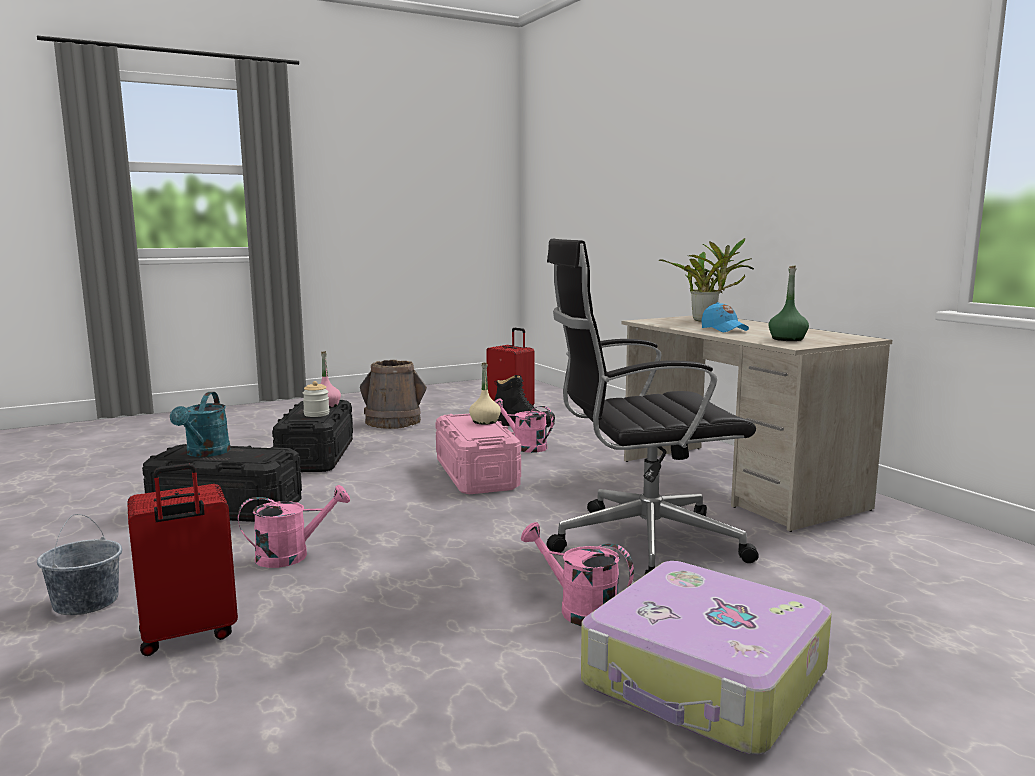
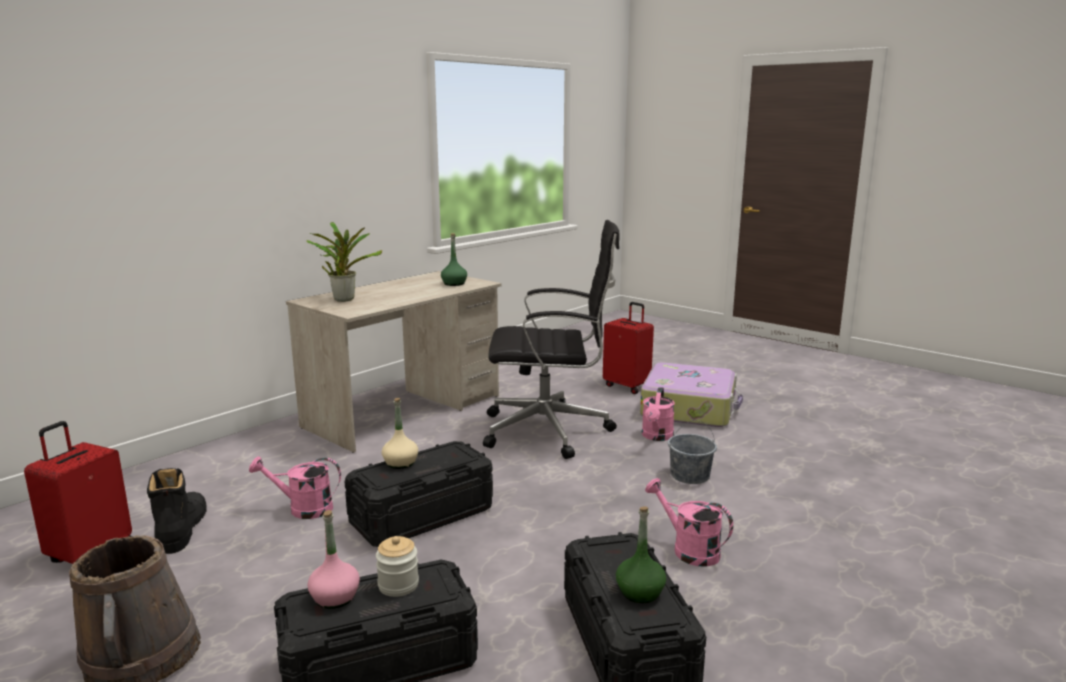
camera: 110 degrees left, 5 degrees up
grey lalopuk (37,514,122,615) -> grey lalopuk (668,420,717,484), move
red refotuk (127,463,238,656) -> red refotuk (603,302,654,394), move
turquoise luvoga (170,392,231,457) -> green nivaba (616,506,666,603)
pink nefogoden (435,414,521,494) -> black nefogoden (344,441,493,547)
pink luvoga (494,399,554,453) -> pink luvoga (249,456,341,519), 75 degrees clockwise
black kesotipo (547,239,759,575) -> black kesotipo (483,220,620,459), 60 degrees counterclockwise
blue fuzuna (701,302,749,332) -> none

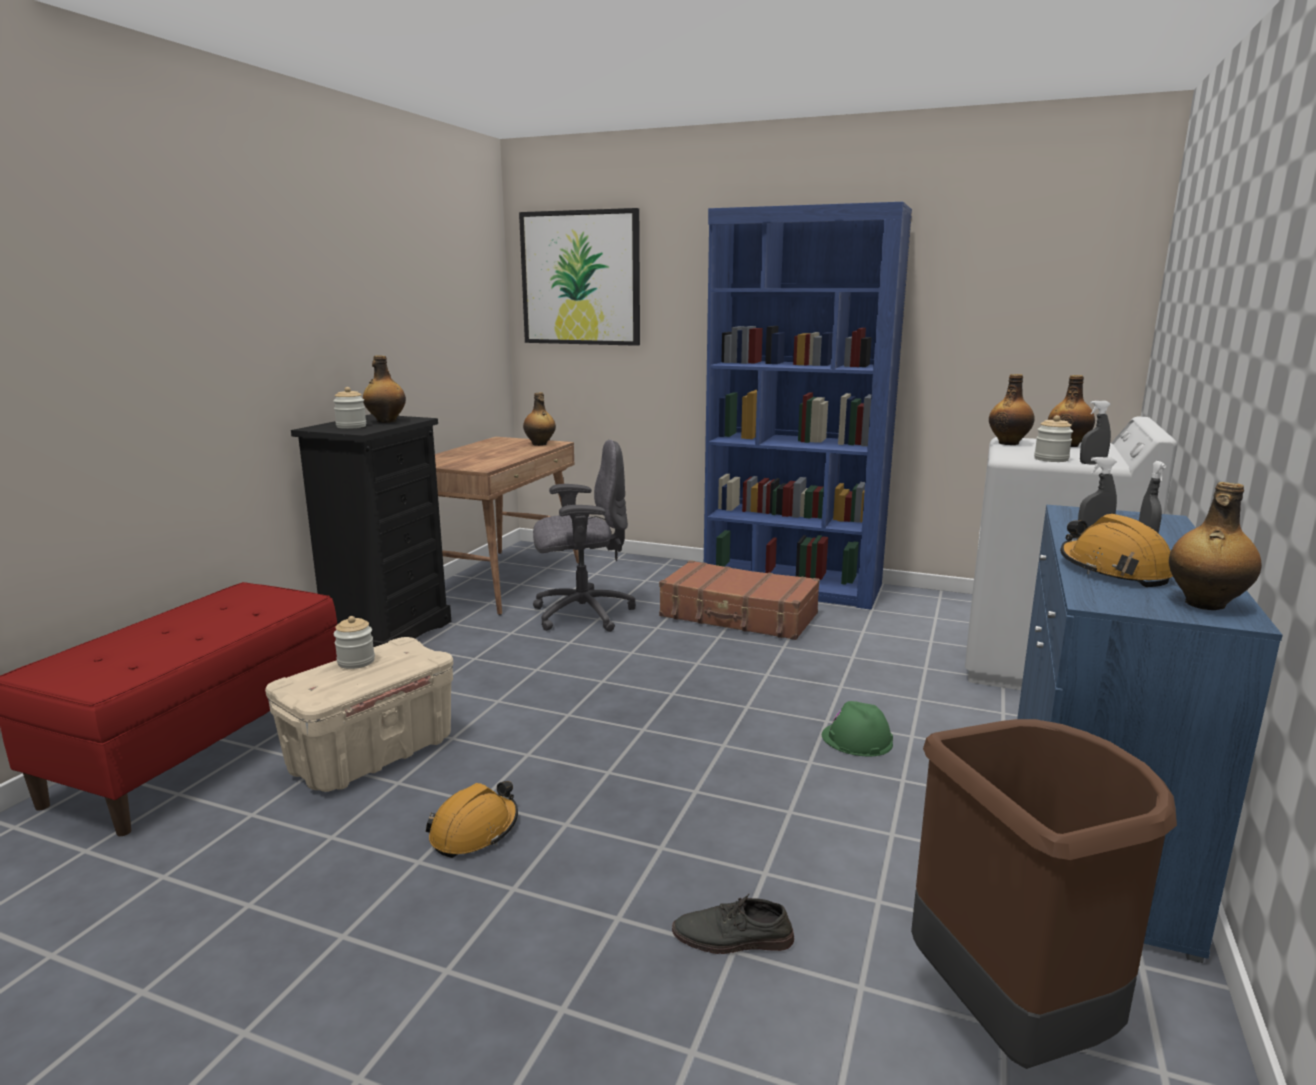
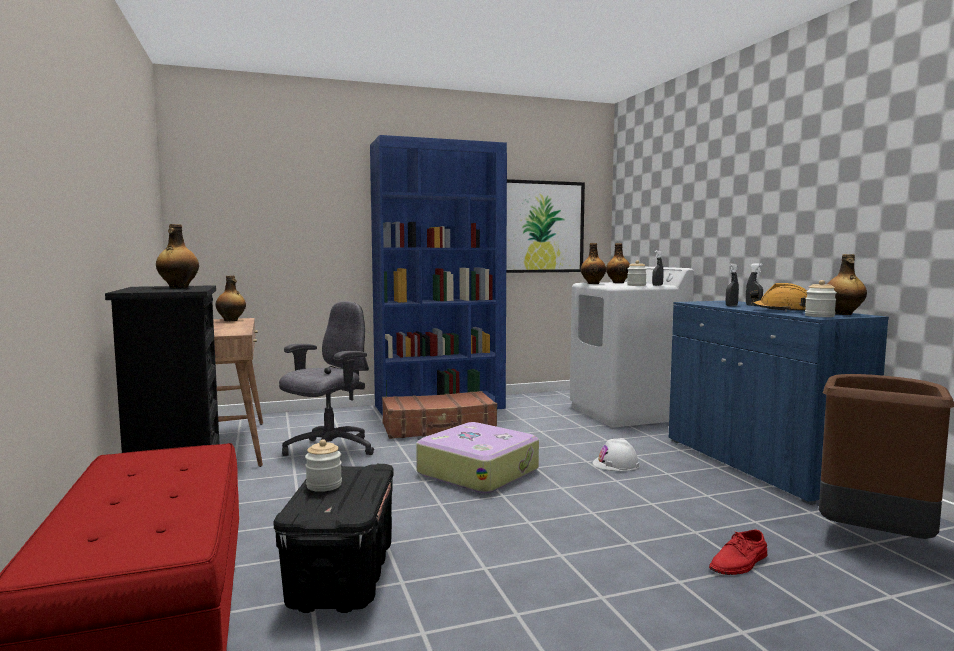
camera: 40 degrees left, 10 degrees down
beige nefogoden (265,637,453,792) -> black nefogoden (274,464,394,613)
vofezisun (333,387,366,429) -> vofezisun (805,280,837,317), move
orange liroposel (426,781,518,858) -> none
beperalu (519,208,640,346) -> beperalu (506,179,585,273), move
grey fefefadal (672,894,794,954) -> red fefefadal (709,529,767,575)
green liroposel (822,701,893,756) -> white liroposel (592,438,640,471)
none -> refotuk (416,422,539,494)

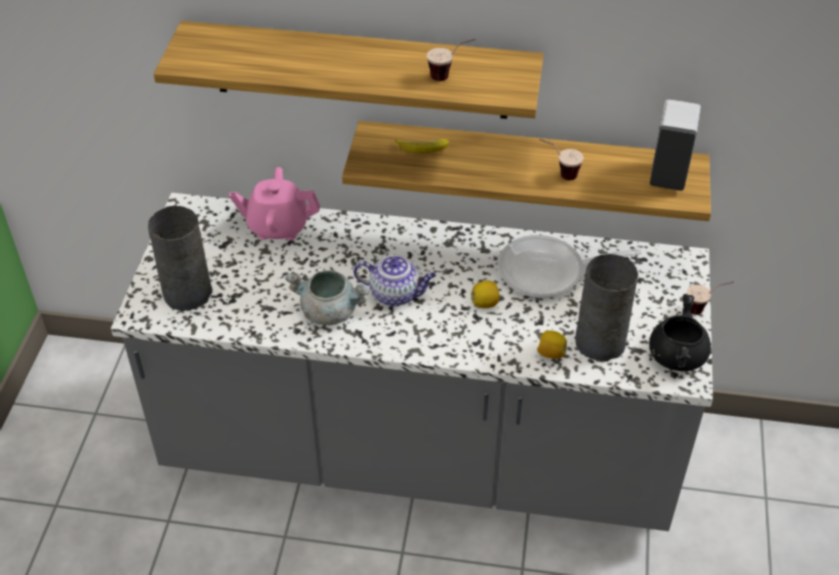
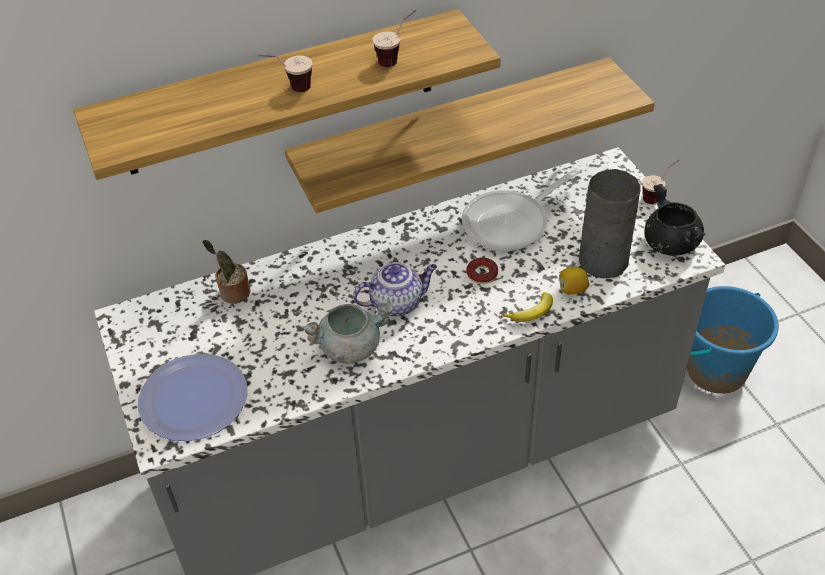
camera: 30 degrees left, 0 degrees up
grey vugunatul (148,206,212,311) -> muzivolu (138,354,248,441)
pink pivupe (229,167,320,240) -> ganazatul (202,240,250,304)
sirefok (395,139,449,153) -> sirefok (501,292,553,322), move
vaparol (471,281,500,308) -> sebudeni (466,258,498,284)
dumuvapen (540,139,584,180) -> dumuvapen (258,55,313,92), move
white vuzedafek (650,100,701,191) -> none
none -> blue lalopuk (687,286,779,394)

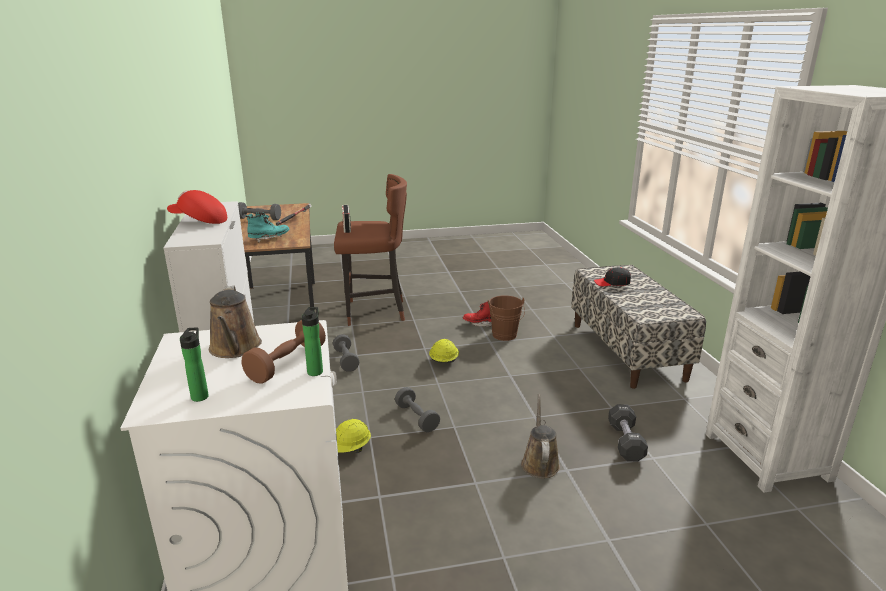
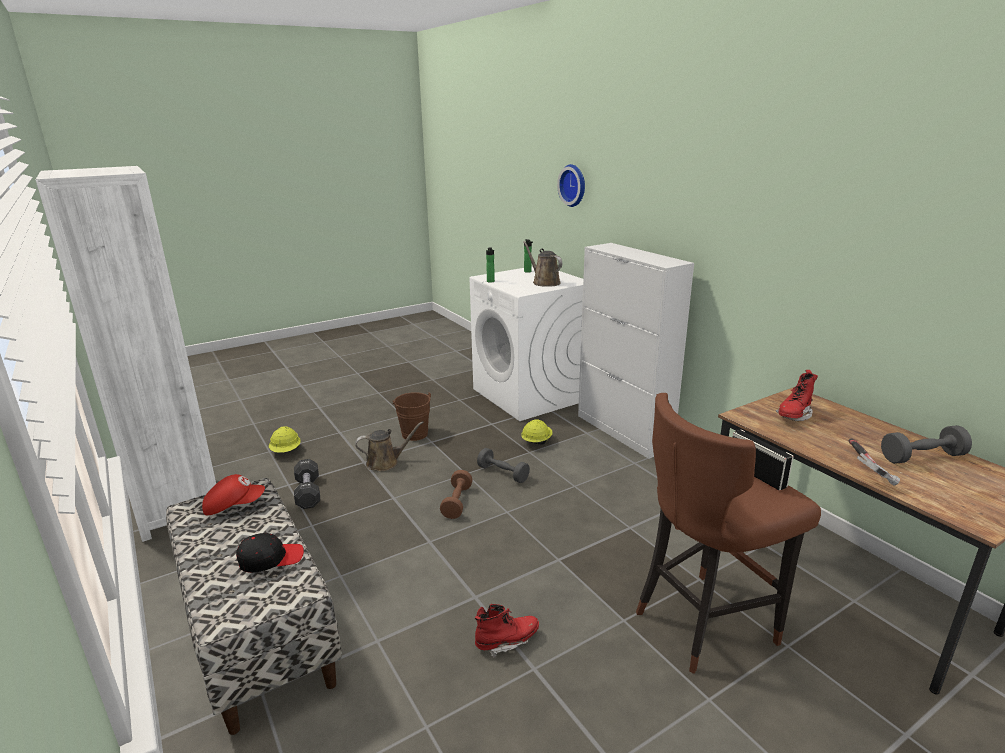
camera: 160 degrees right, 0 degrees up
red fuzuna (167,190,227,224) -> red fuzuna (202,474,265,515), move
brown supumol (242,320,326,384) -> brown supumol (440,470,473,519), move
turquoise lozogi (246,212,289,242) -> red lozogi (776,370,818,421)
grey supumol (333,334,359,372) -> none
yellow liroposel (429,339,459,363) -> yellow liroposel (269,426,301,453), move
brown lalopuk (488,296,525,341) -> brown lalopuk (392,392,431,441), move
brown luvoga (521,394,560,478) -> brown luvoga (355,421,424,471), 90 degrees counterclockwise
none -> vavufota (557,164,585,207)

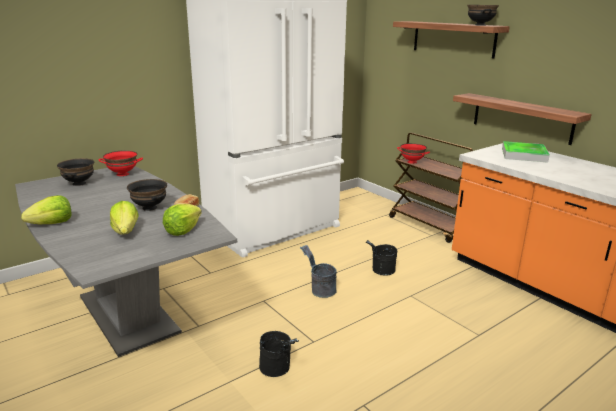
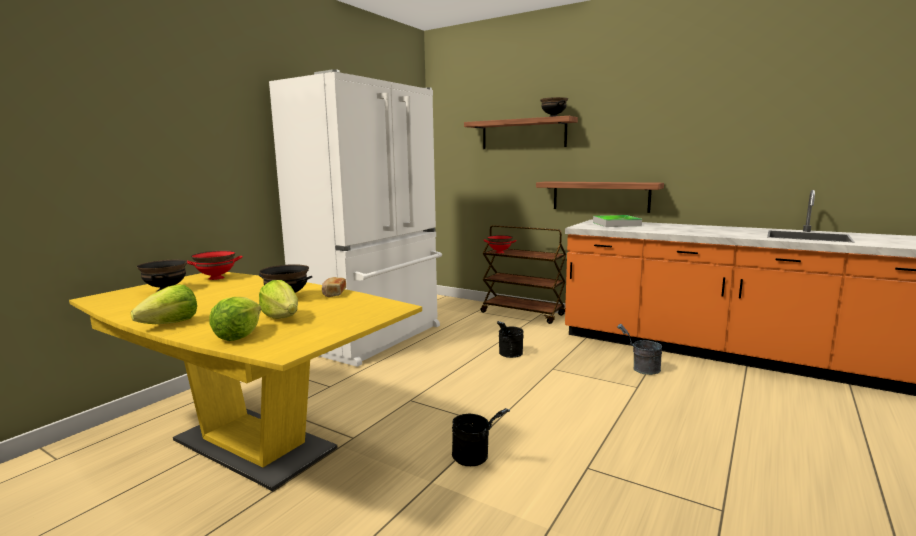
camera: 20 degrees left, 10 degrees down
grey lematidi (15,166,237,357) -> yellow lematidi (69,272,422,491)
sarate (163,204,202,236) -> sarate (209,297,261,341), move
grey lalopuk (300,245,337,298) -> grey lalopuk (617,324,662,375), move

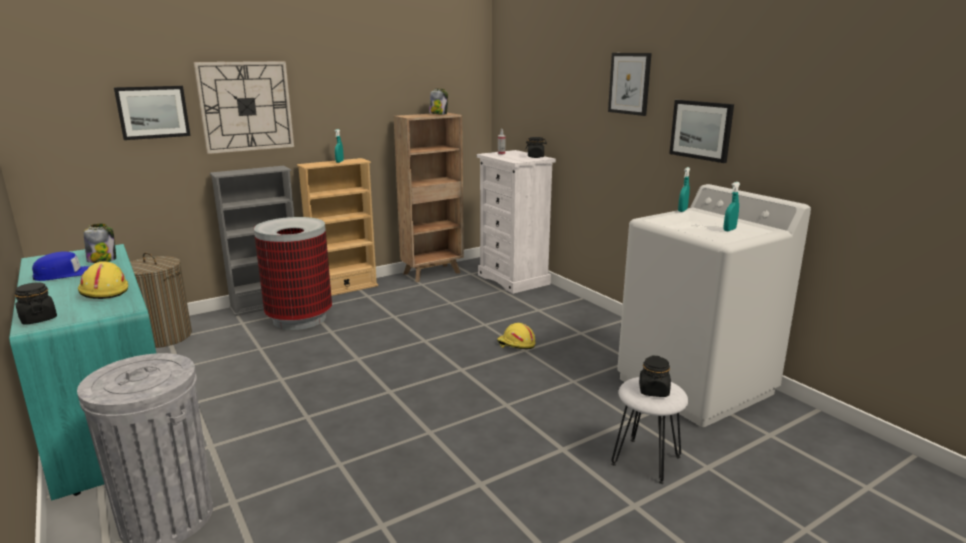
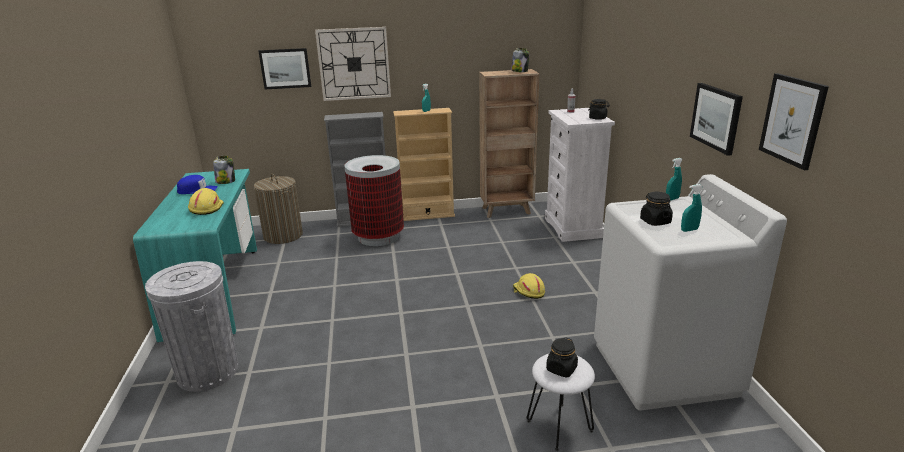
camera: 25 degrees right, 5 degrees up
black vofezisun (15,282,57,324) -> black vofezisun (640,192,673,226), move
beperalu (608,53,652,116) -> beperalu (759,73,829,170), move

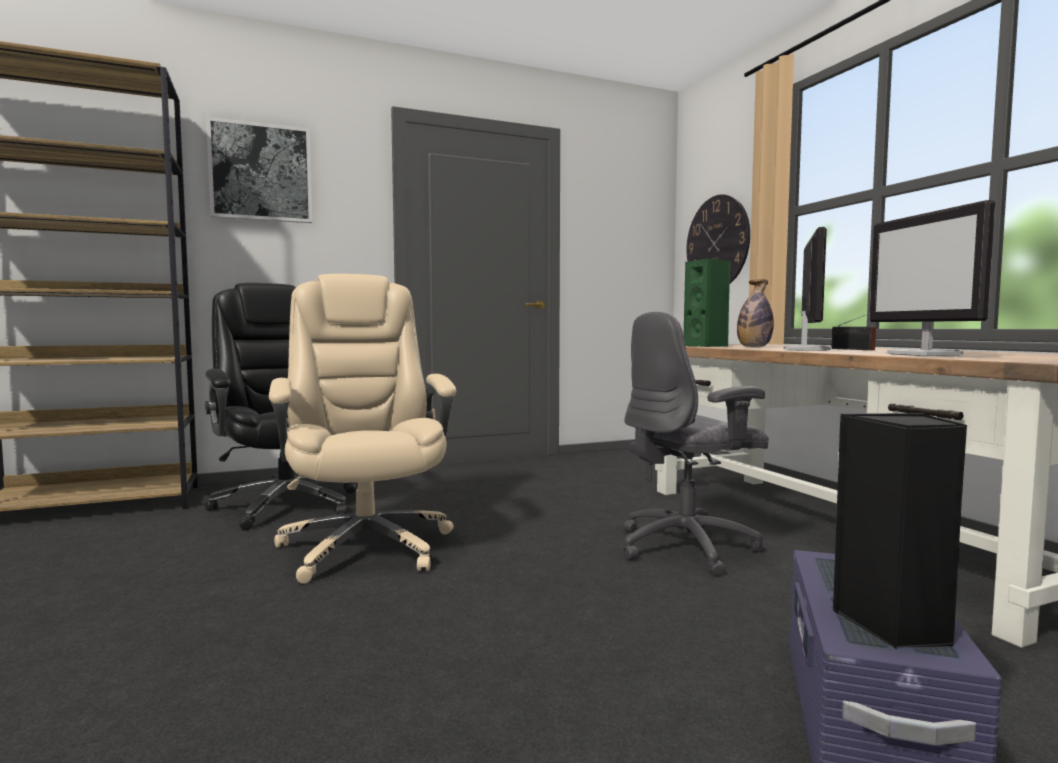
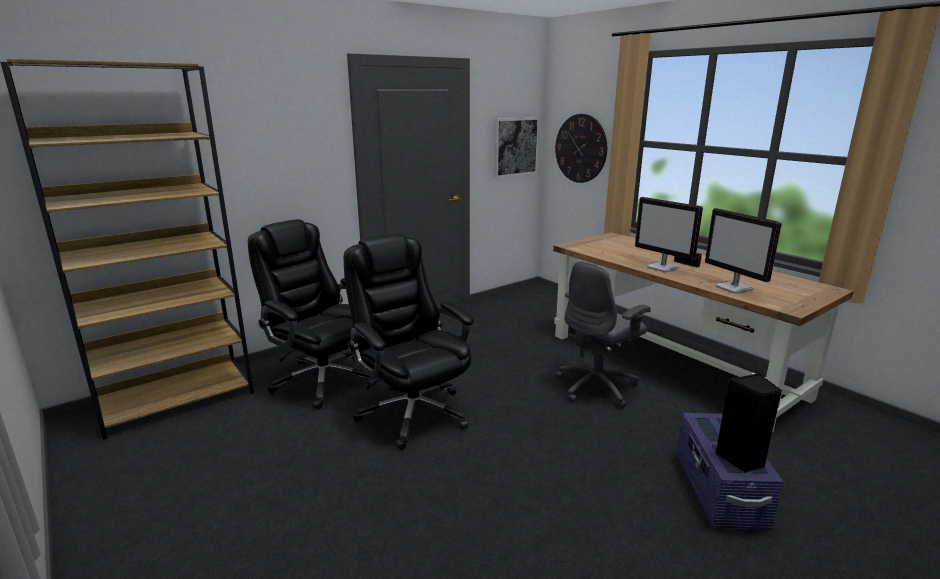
camera: 15 degrees left, 15 degrees up
beperalu (206,116,312,223) -> beperalu (494,117,539,178), move
beige kesotipo (269,274,456,584) -> black kesotipo (344,233,474,450)
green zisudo (684,258,730,347) -> none
nivaba (737,279,774,347) -> none
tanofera (784,227,831,351) -> tanofera (635,197,703,272), 135 degrees clockwise

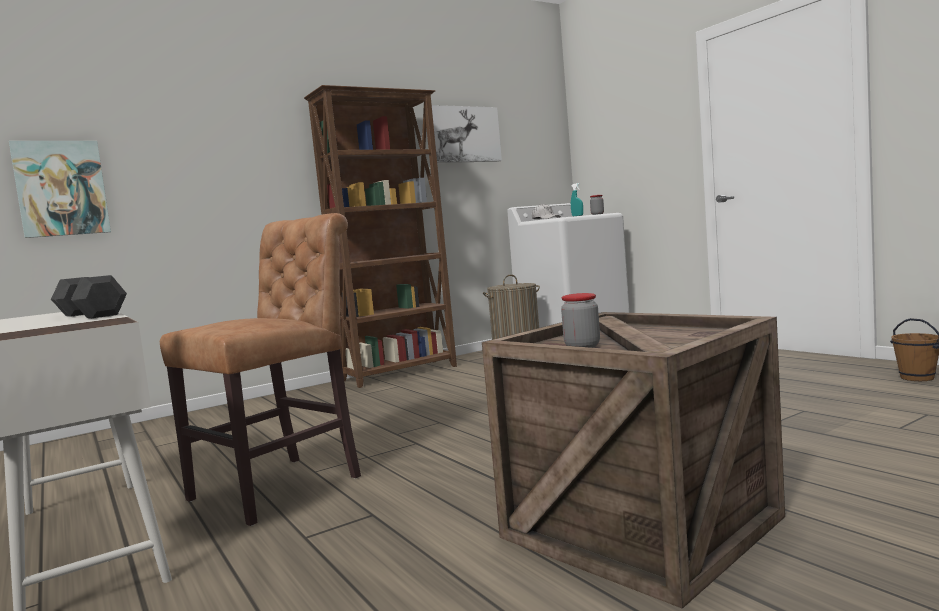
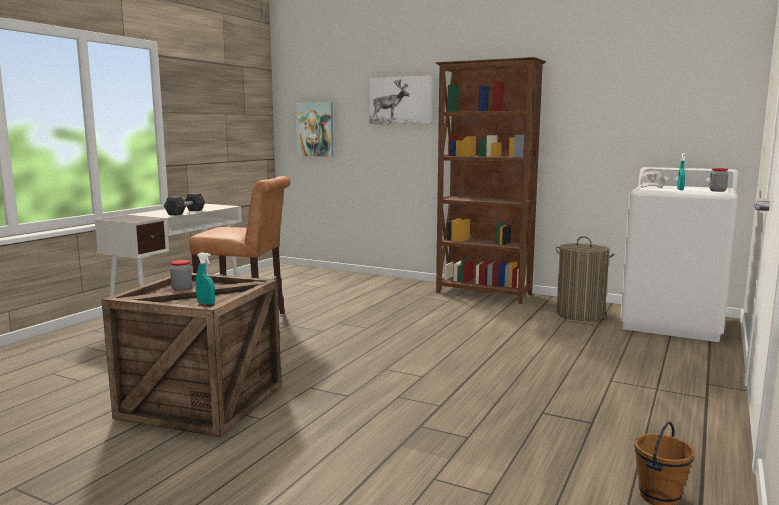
camera: 60 degrees right, 5 degrees up
beperalu (432,105,502,163) -> beperalu (369,75,433,124), move
none -> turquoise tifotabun (196,253,215,304)

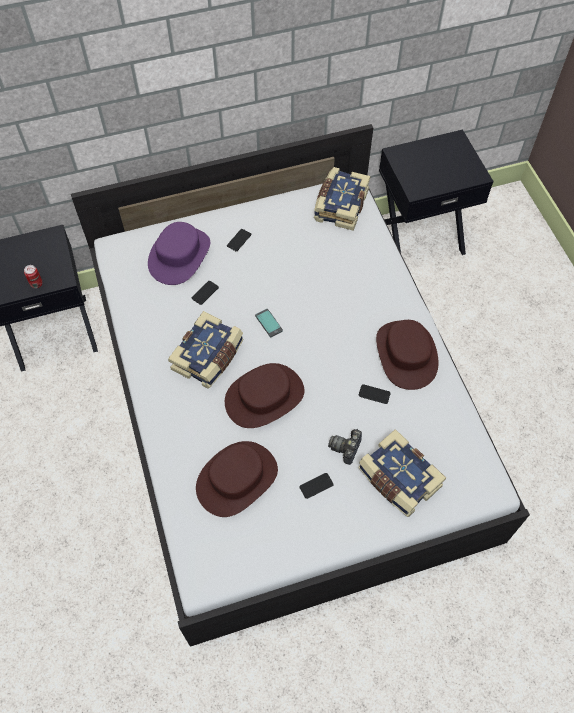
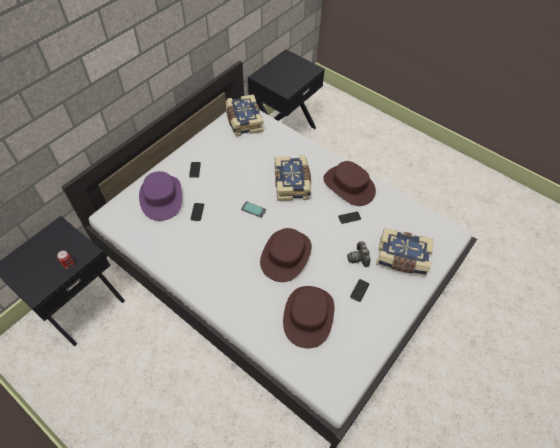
camera: 35 degrees left, 5 degrees down
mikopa (168,311,243,389) -> mikopa (274,156,311,201), move

